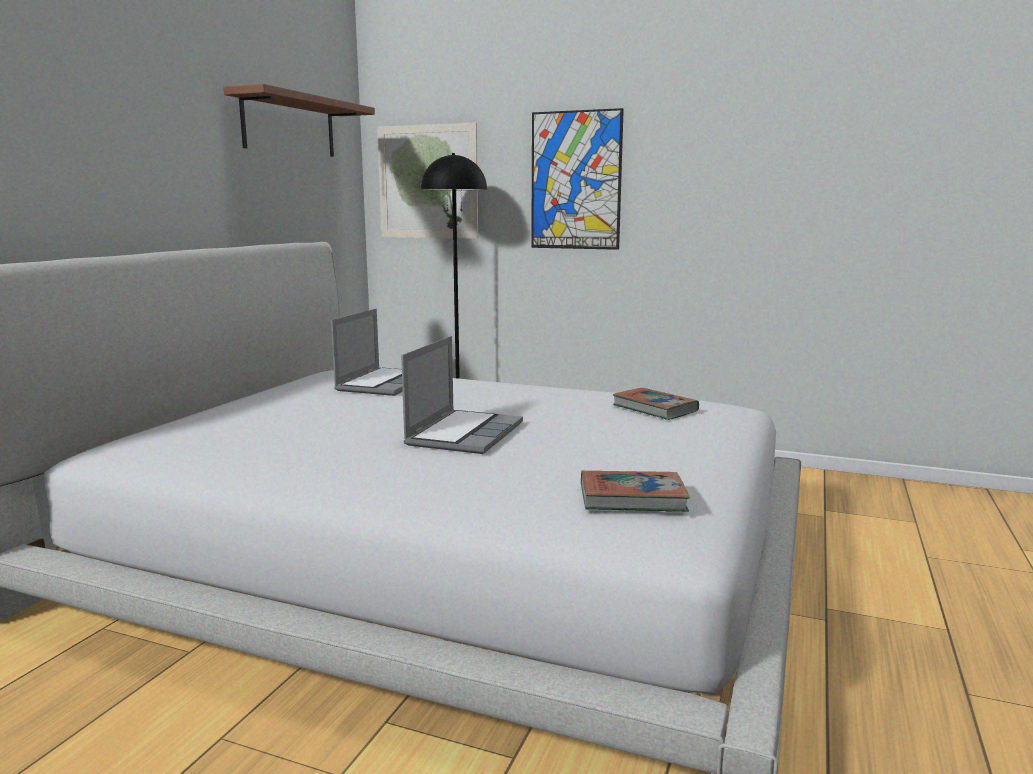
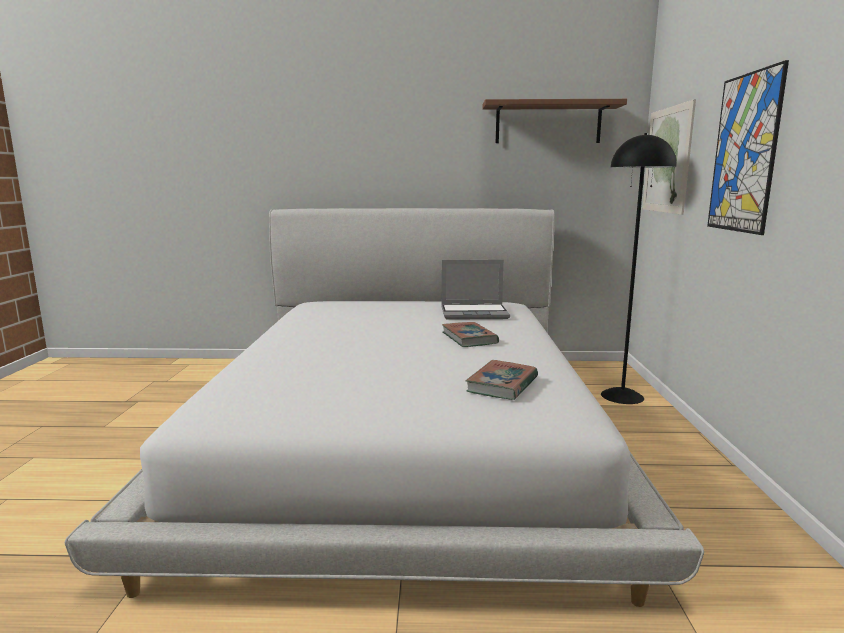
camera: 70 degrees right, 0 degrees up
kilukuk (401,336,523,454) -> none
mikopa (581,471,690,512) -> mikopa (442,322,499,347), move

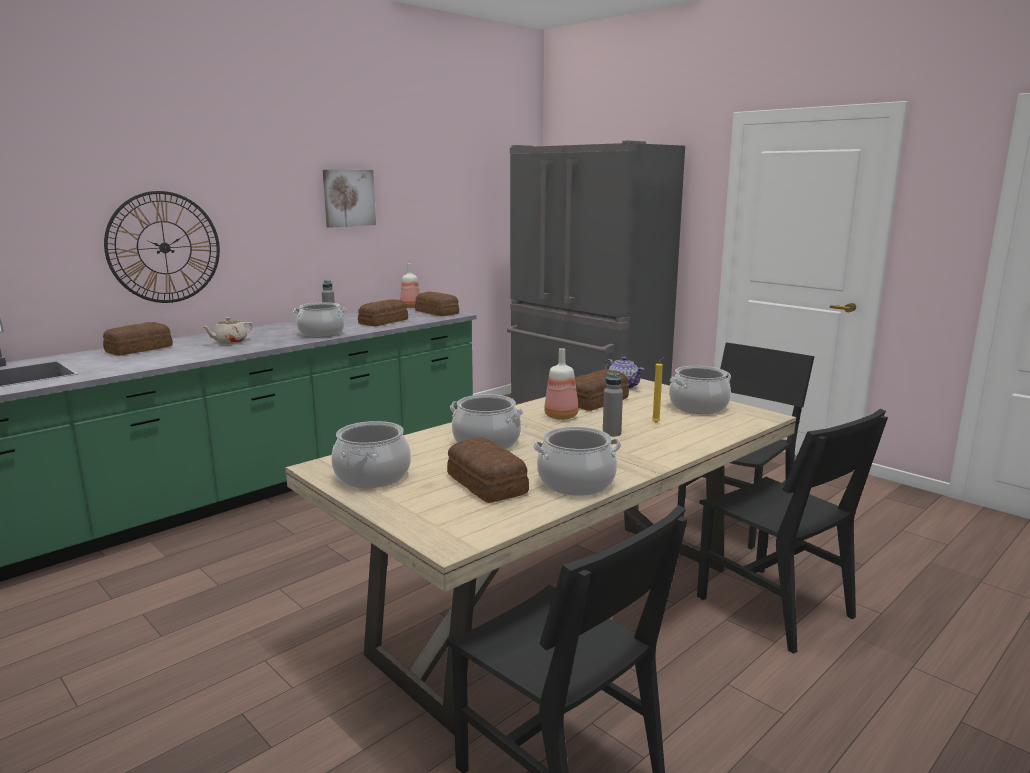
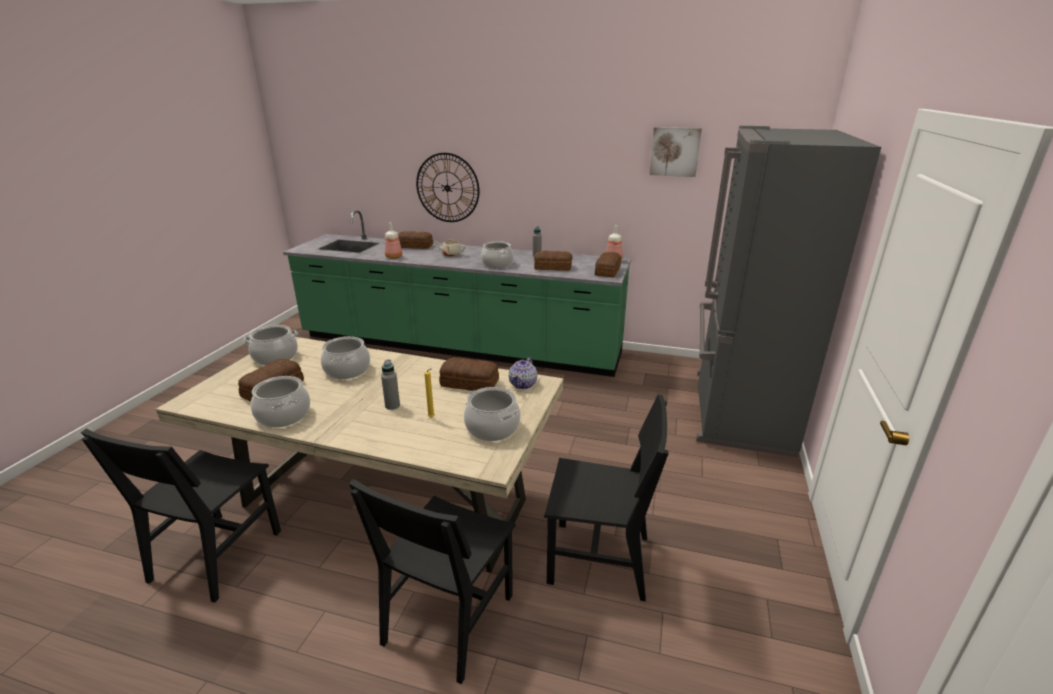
camera: 60 degrees right, 10 degrees up
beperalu (323,170,376,228) -> beperalu (649,127,702,177), move
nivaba (544,348,578,420) -> nivaba (385,222,402,259), move

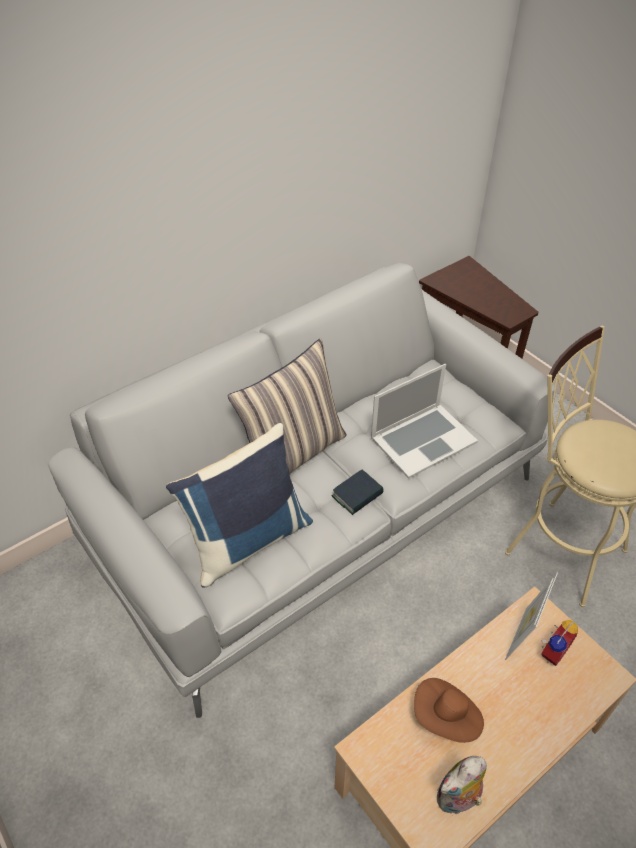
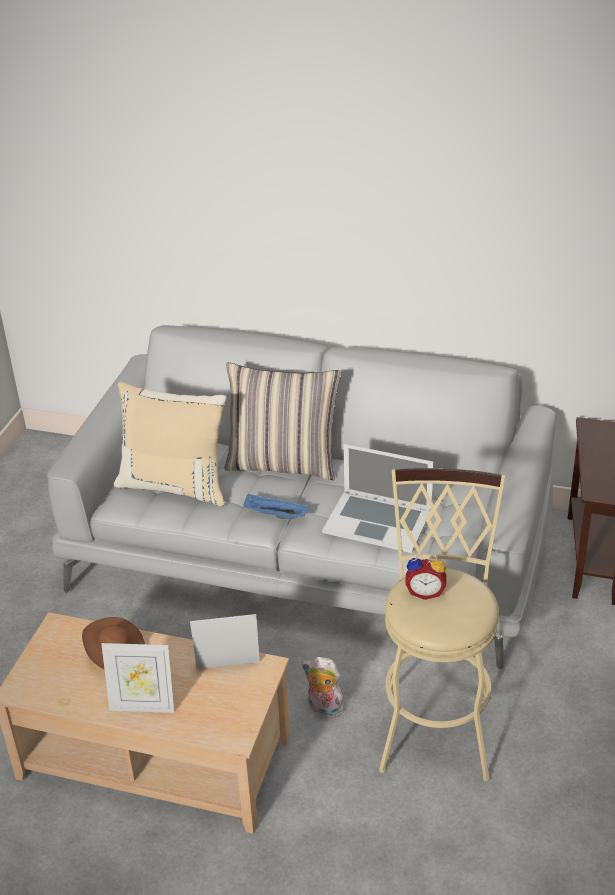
camera: 55 degrees right, 10 degrees down
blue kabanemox (166,423,313,588) -> beige kabanemox (113,382,227,506)
mikopa (332,470,384,515) -> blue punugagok (243,494,309,519)
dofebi (437,756,487,814) -> dofebi (301,657,345,717), move
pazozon (541,620,578,666) -> pazozon (405,554,446,600), move
none -> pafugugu (101,643,174,713)

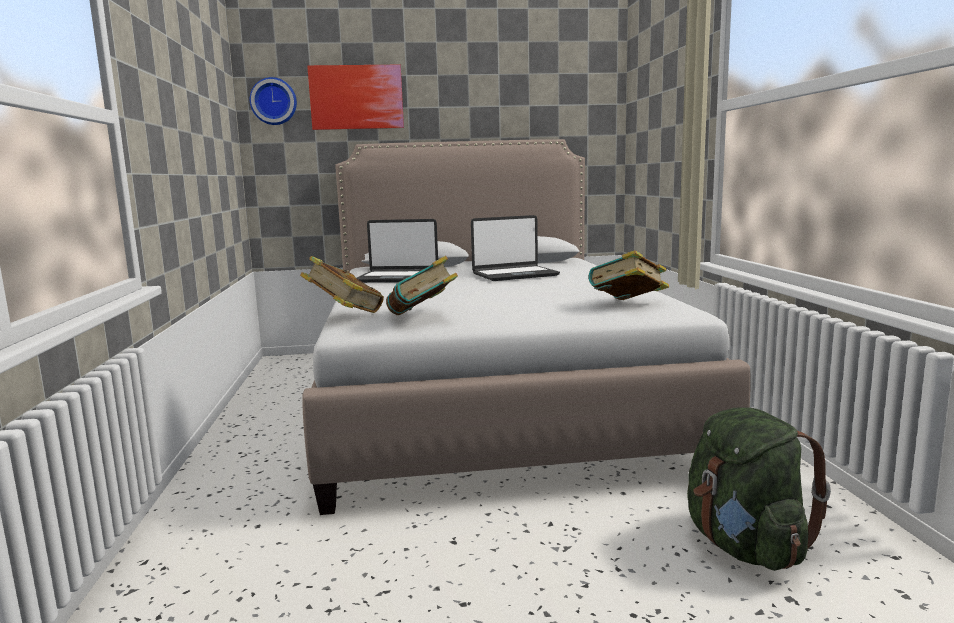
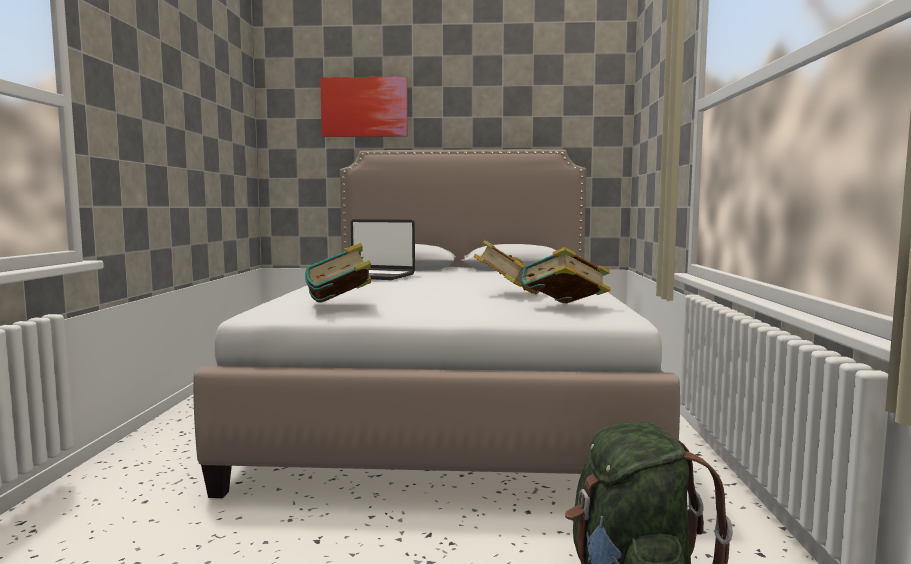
camera: 10 degrees right, 5 degrees down
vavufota (250,77,297,125) -> none
mikopa (300,256,384,313) -> mikopa (474,240,540,294), move
kilukuk (471,215,560,281) -> none

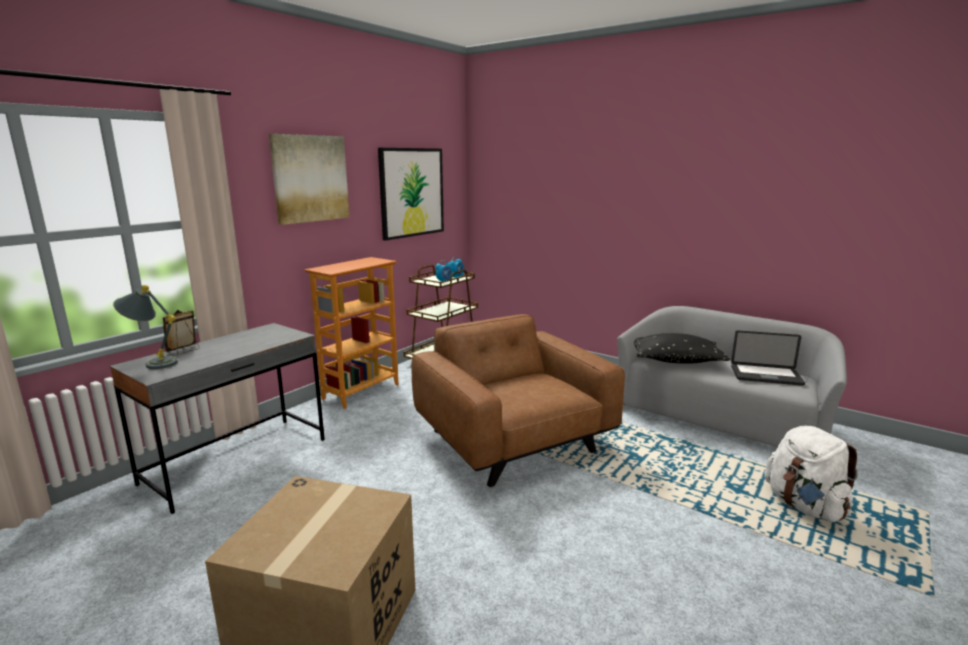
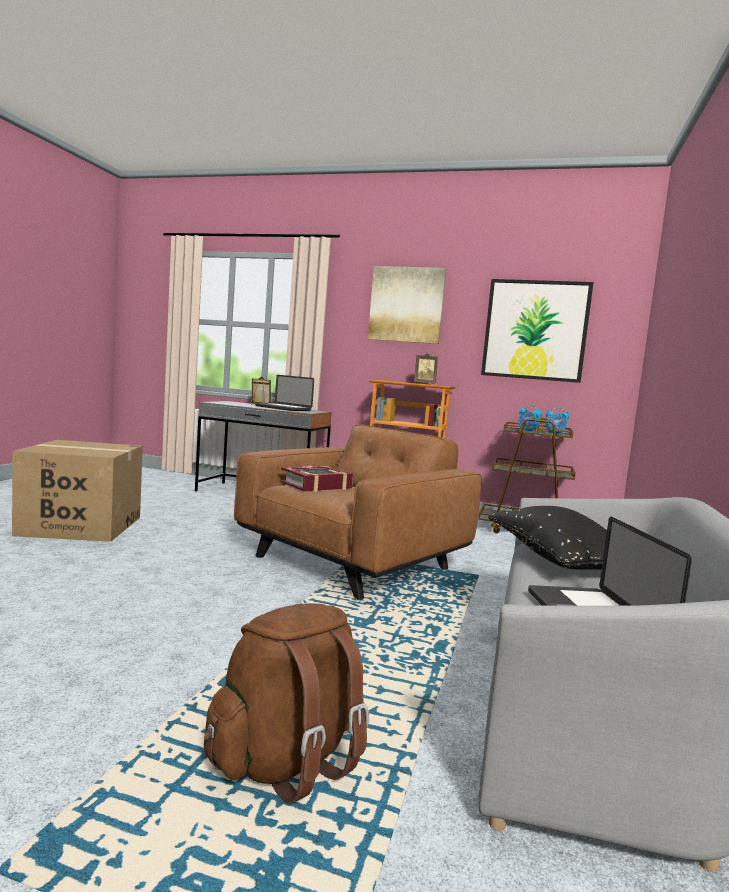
camera: 70 degrees right, 10 degrees down
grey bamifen (113,285,178,369) -> none
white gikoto (764,426,858,522) -> brown gikoto (204,603,369,803)
none -> kilukuk (255,375,314,411)
none -> mikopa (280,466,353,492)
none -> pafugugu (414,353,438,384)

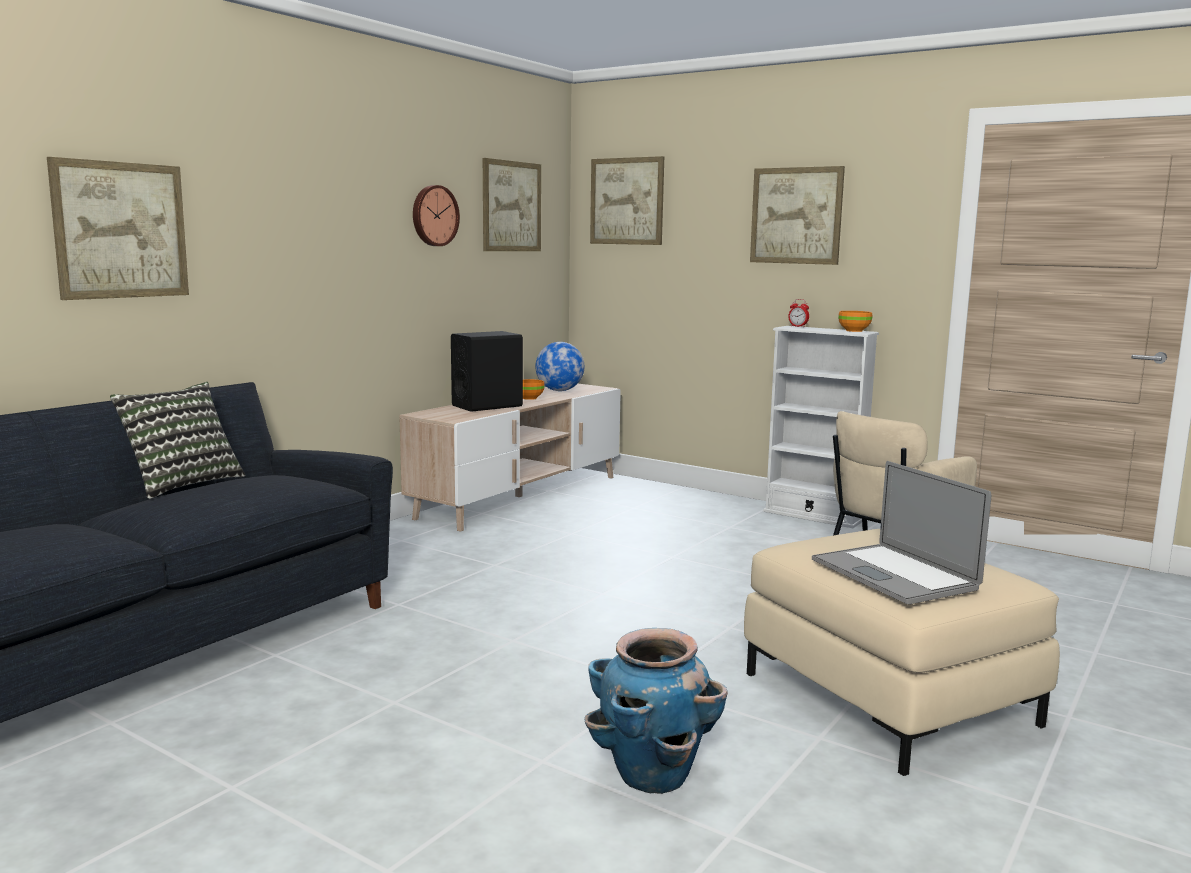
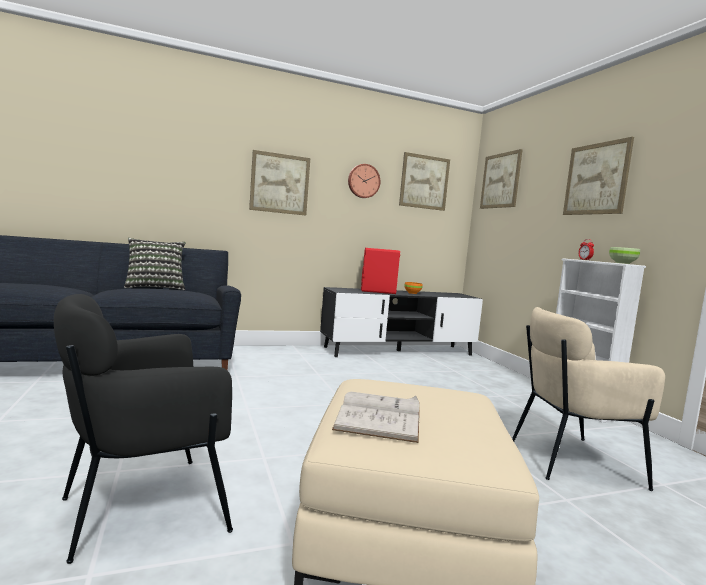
camera: 35 degrees right, 5 degrees down
beperalu (47,157,189,300) -> beperalu (249,150,310,216), move
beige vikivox (399,384,621,532) -> black vikivox (320,287,483,357)
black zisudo (451,331,523,412) -> red zisudo (361,248,400,294)
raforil (535,342,584,391) -> none
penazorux (584,628,728,794) -> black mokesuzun (54,294,233,564)
kilukuk (812,461,991,604) -> white mikopa (332,391,420,443)
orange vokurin (838,311,872,332) -> green vokurin (609,247,640,264)

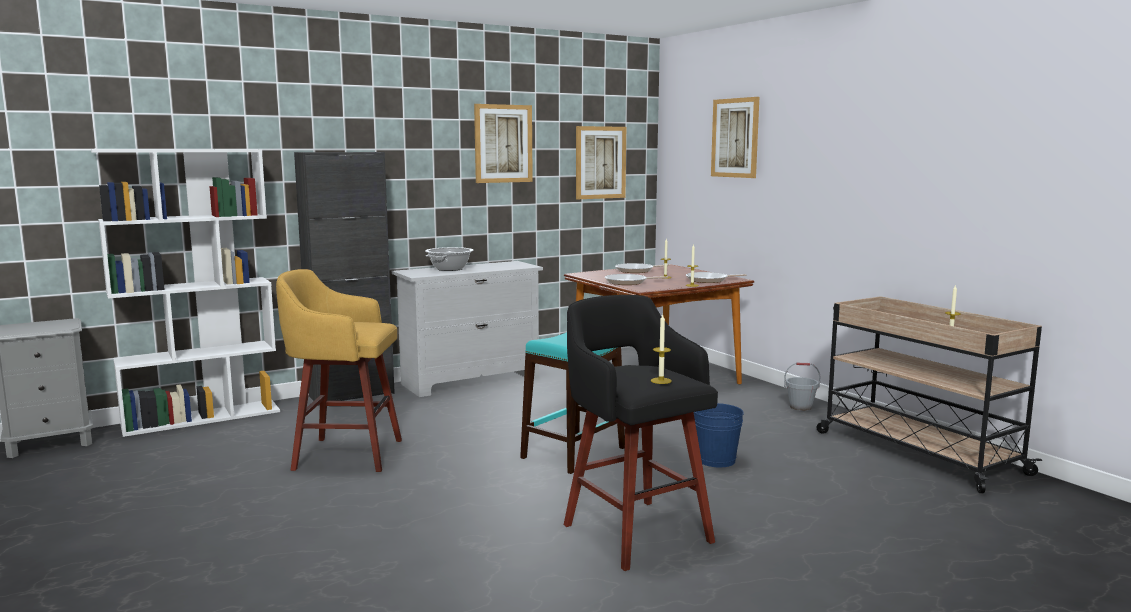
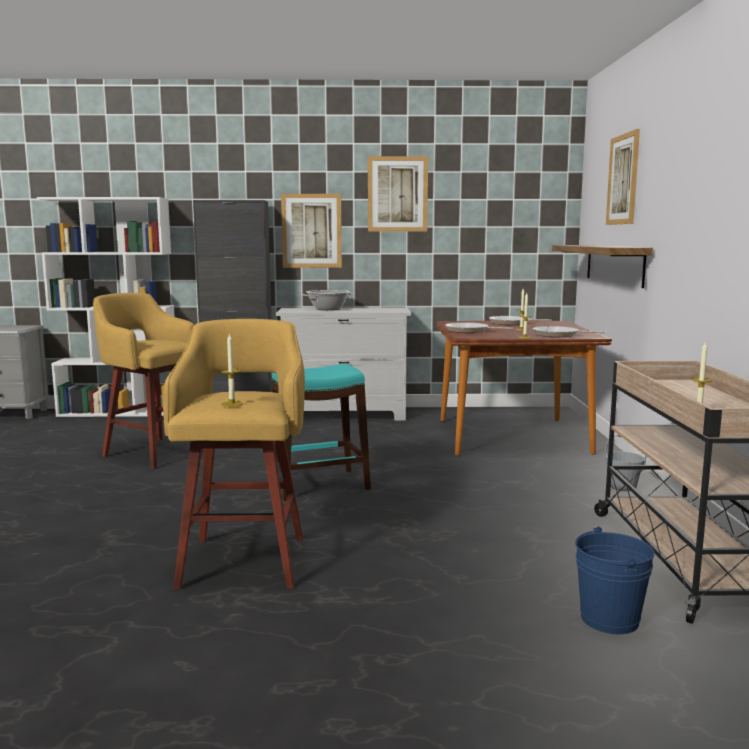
camera: 30 degrees right, 0 degrees up
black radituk (564,295,718,571) -> yellow radituk (163,319,305,590)
beperalu (576,126,626,199) -> beperalu (281,194,342,268), move
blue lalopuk (694,403,744,467) -> blue lalopuk (575,527,655,634), move
none -> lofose (552,245,653,288)

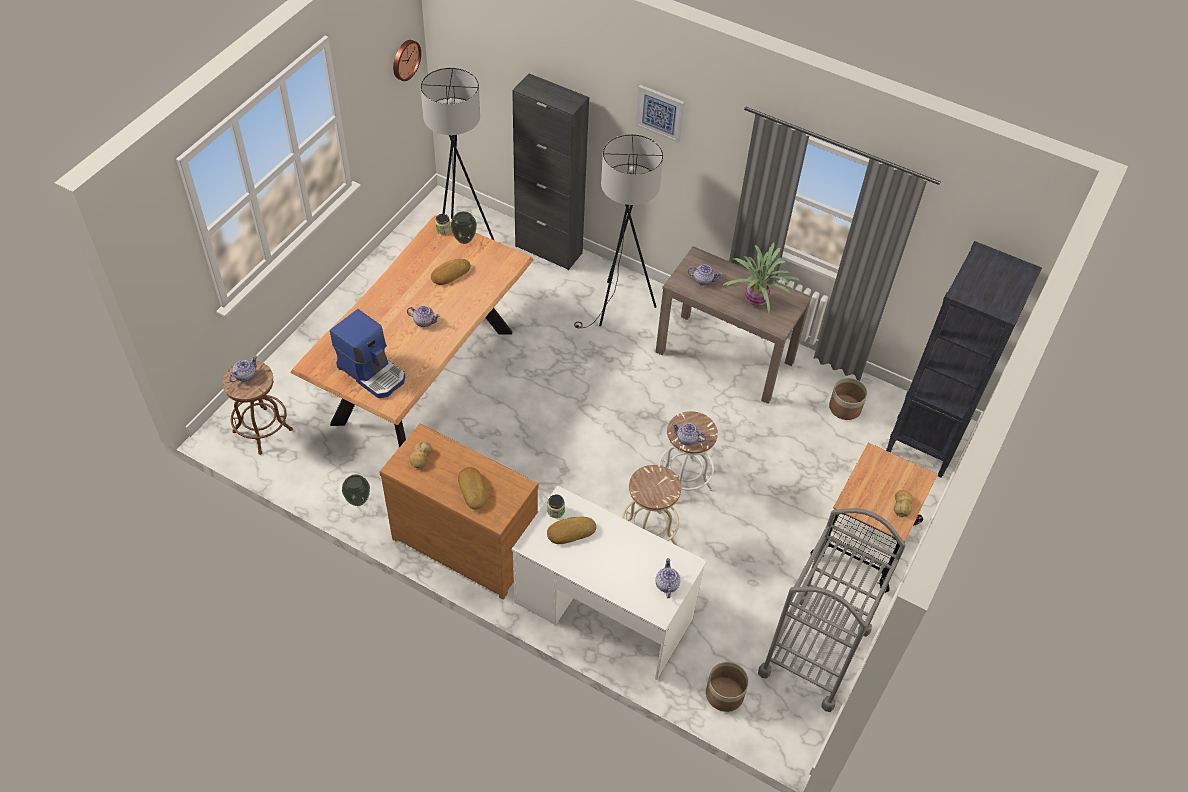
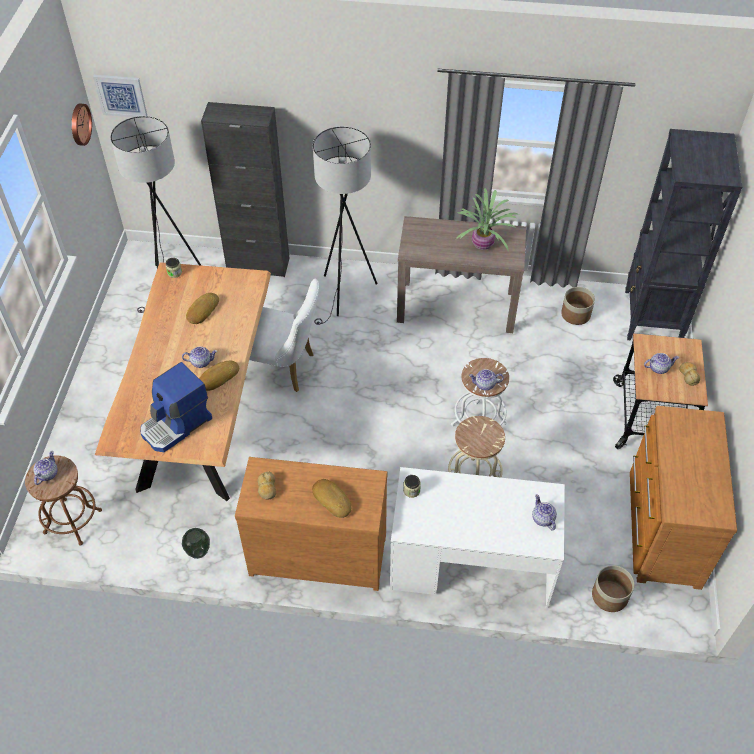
camera: 20 degrees left, 0 degrees up
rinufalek (330,309,405,398) -> rinufalek (141,362,212,452), 120 degrees clockwise
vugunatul (451,211,477,244) -> none
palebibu (547,516,597,544) -> palebibu (199,361,239,391), move
beperalu (635,85,684,143) -> beperalu (93,75,147,117), move
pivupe (688,265,722,285) -> pivupe (644,353,679,374), move
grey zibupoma (758,508,906,712) -> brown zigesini (630,406,737,590)
none -> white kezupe (249,279,319,392)

